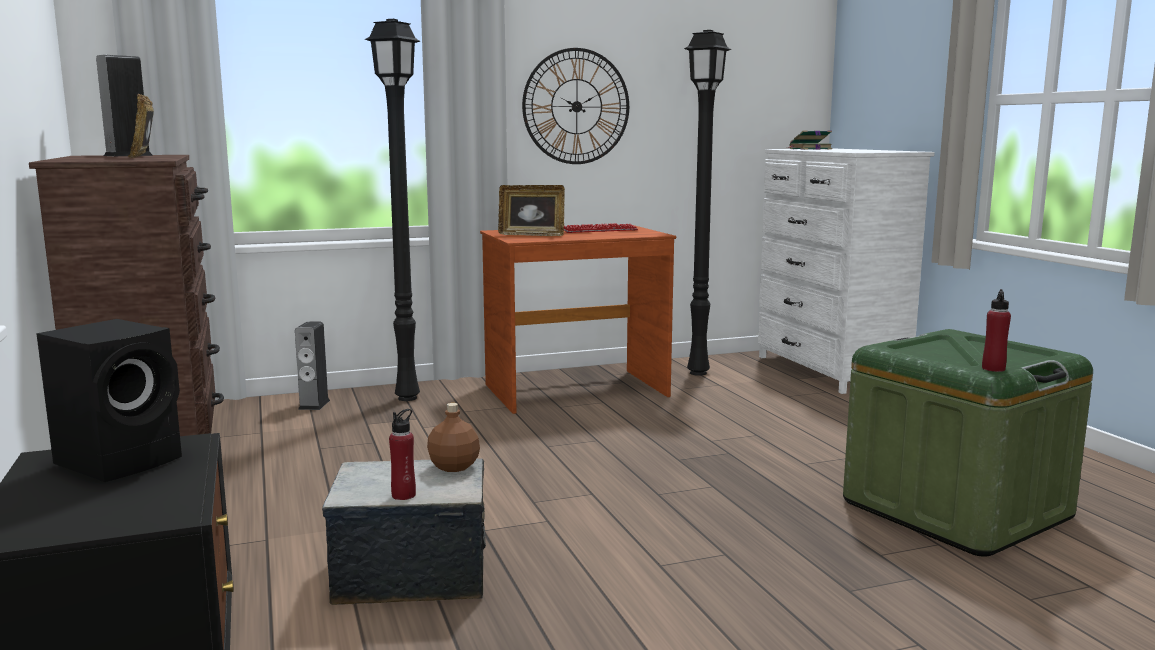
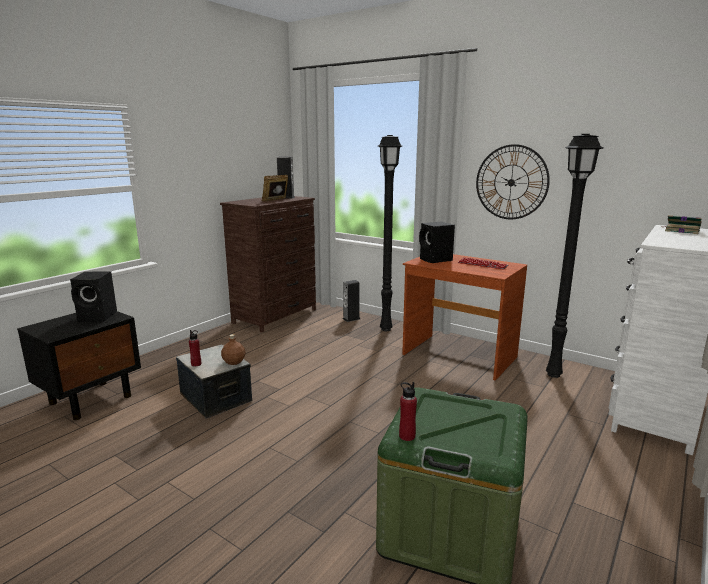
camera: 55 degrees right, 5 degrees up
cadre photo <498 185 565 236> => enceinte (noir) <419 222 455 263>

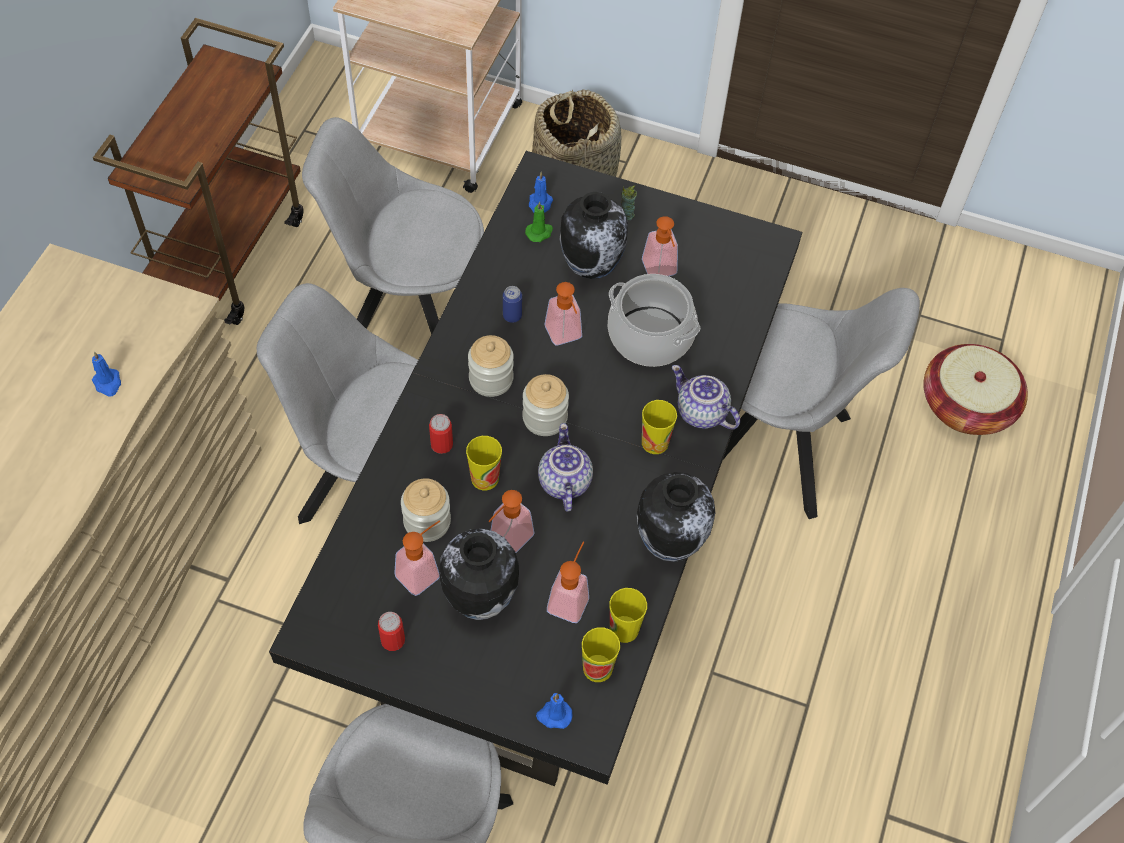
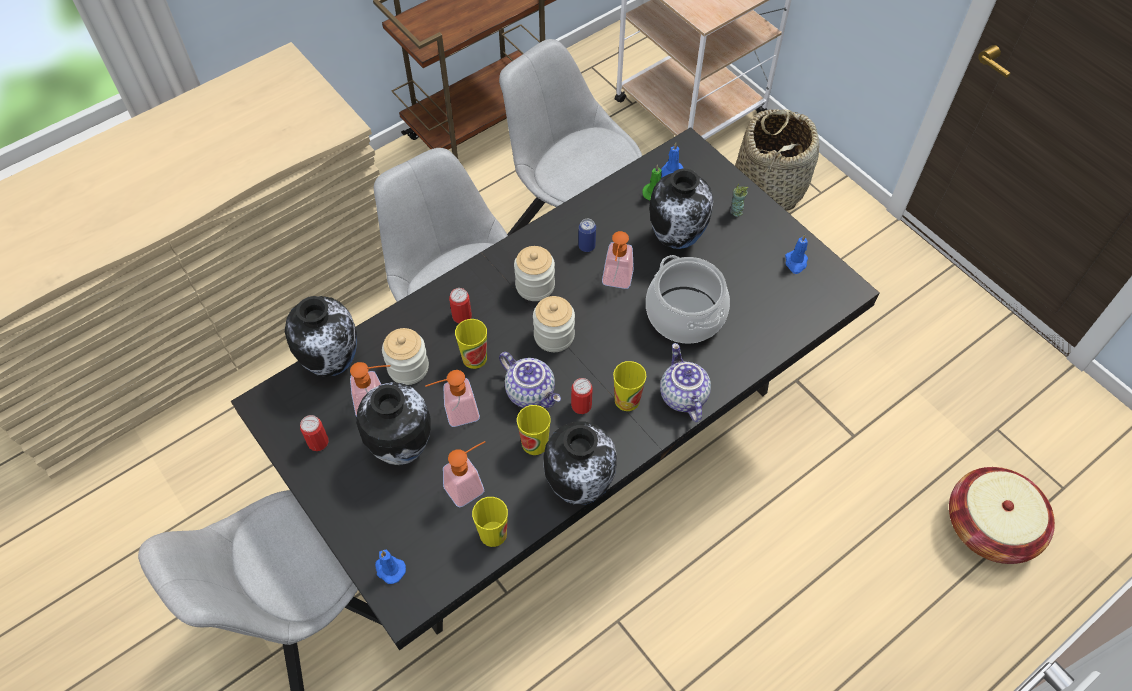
camera: 35 degrees right, 0 degrees up
bougie (bleu) <92 352 121 397> => bougie (bleu) <785 234 808 274>, moved
théière <538 423 593 512> => théière <499 352 561 408>, 105 degrees clockwise
tasse <582 627 620 682> => tasse <517 405 551 455>, moved
distributeur de savon <642 216 678 276> => nothing
chaise (gris) <723 288 920 519> => nothing
nothing => vase <285 296 357 377>
nothing => boîte métallique <571 378 593 414>

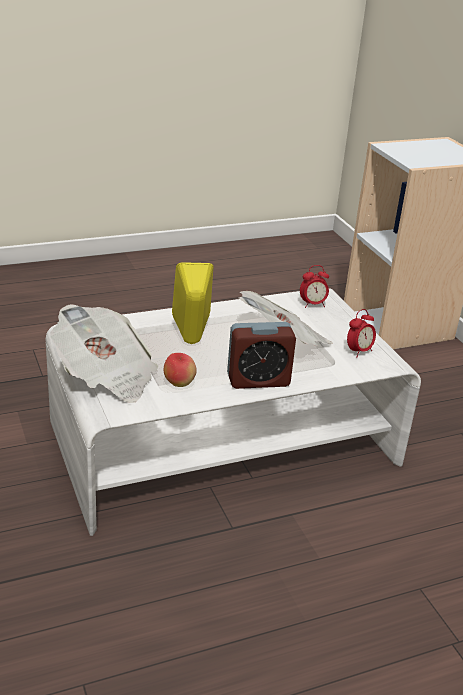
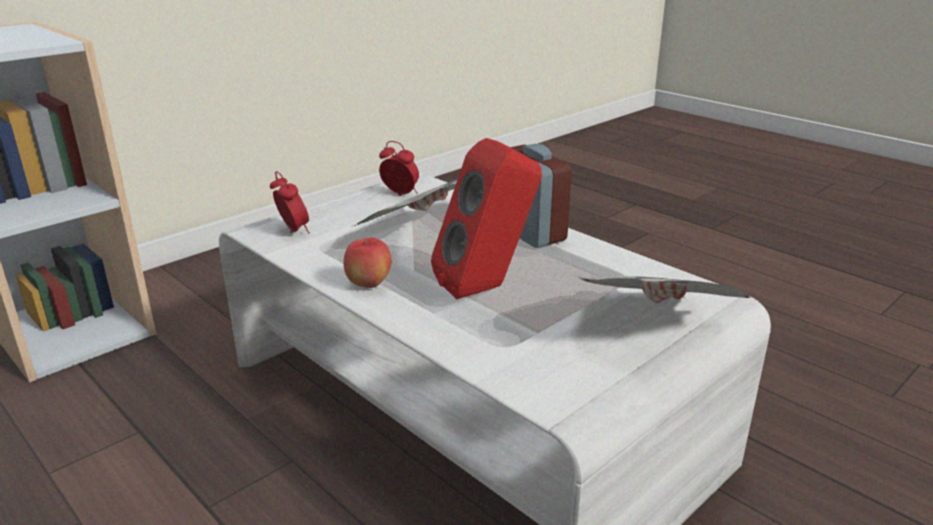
camera: 110 degrees left, 5 degrees down
pomme <164 353 197 387> => pomme <343 237 391 288>, moved
enceinte (jaune) <172 262 213 344> => enceinte (rouge) <431 138 542 300>

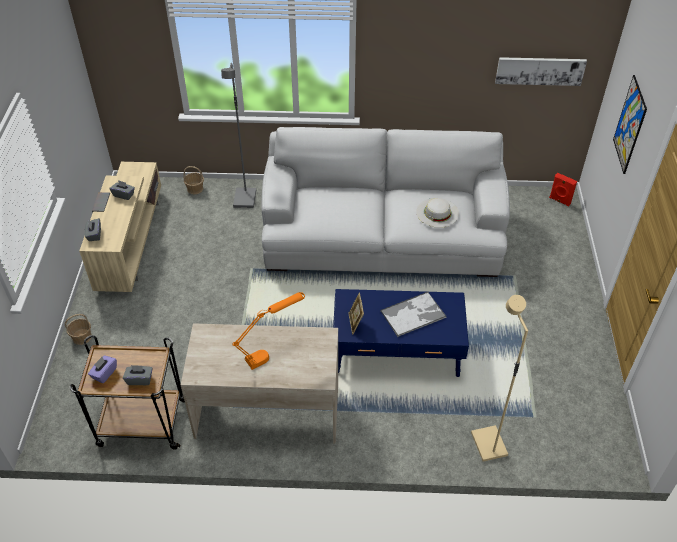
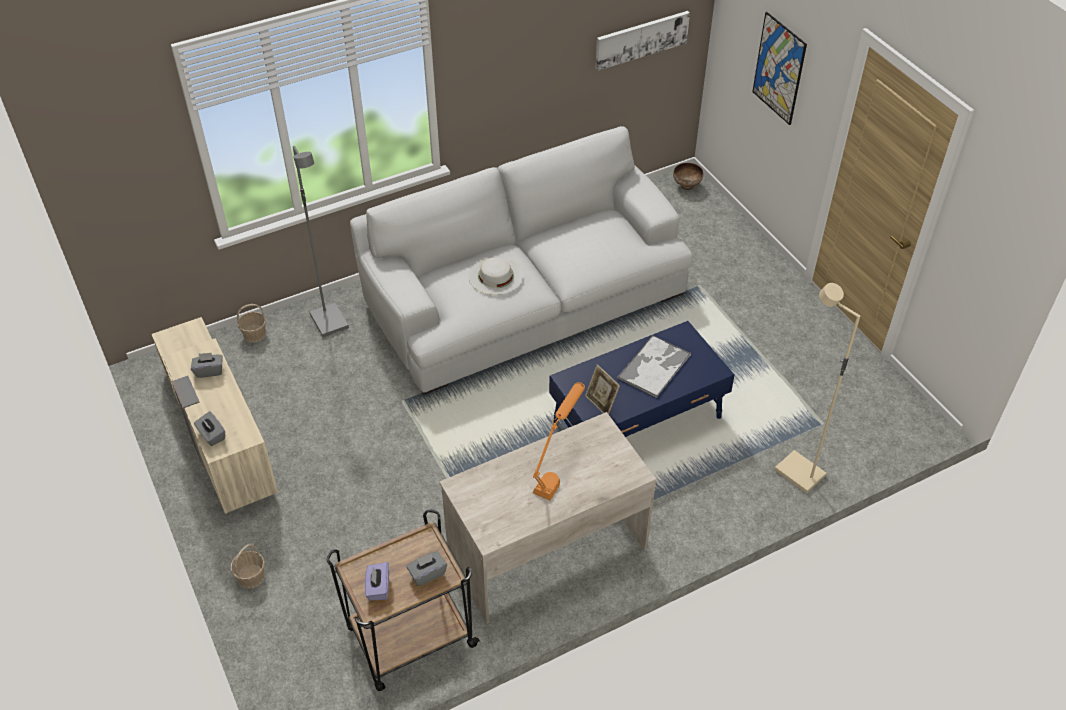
camera: 30 degrees left, 0 degrees up
chapeau (blanc) <416 198 459 228> => chapeau (blanc) <468 257 523 295>, moved
enceinte (rouge) <549 173 577 206> => bol <673 163 703 190>

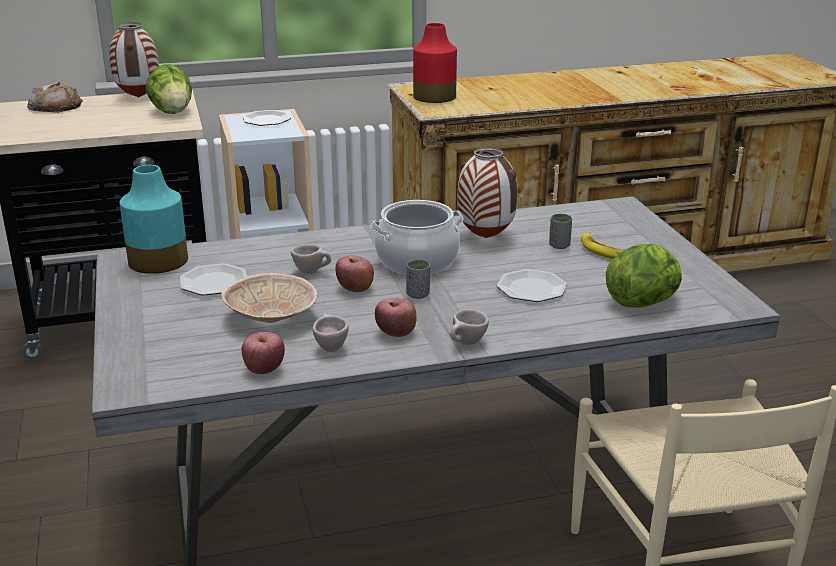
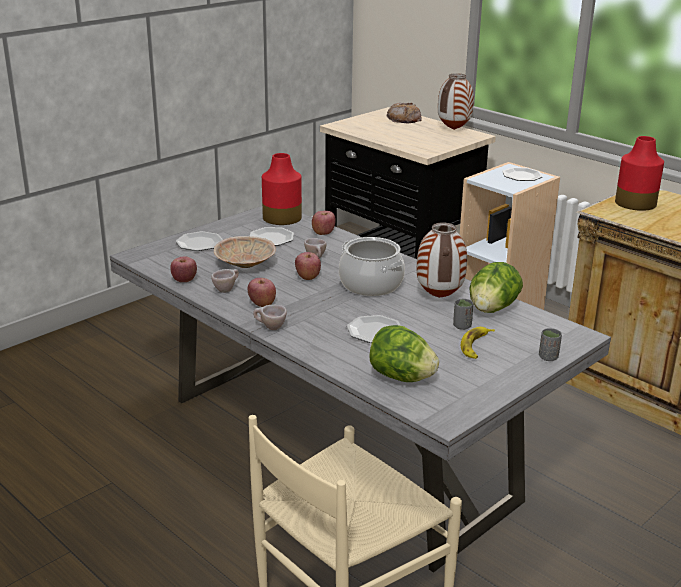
camera: 60 degrees right, 0 degrees up
vase (turquoise) <120 165 188 274> => vase (rouge) <262 153 302 225>
laitue <145 64 192 114> => laitue <469 262 523 313>, moved
tasse (gris) <406 259 430 299> => tasse (gris) <539 328 562 361>, moved
nothing => assiette <176 231 223 251>
nothing => pomme <312 211 336 235>

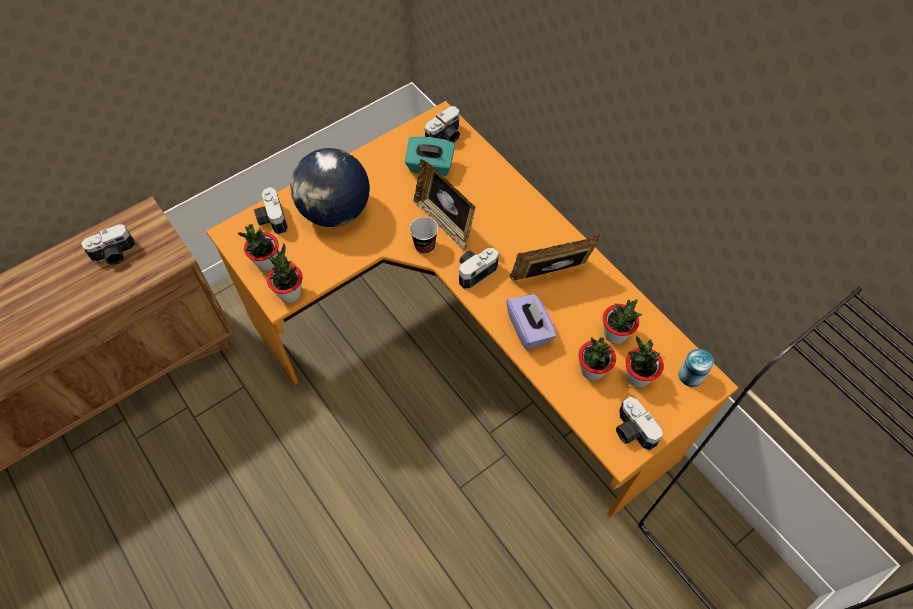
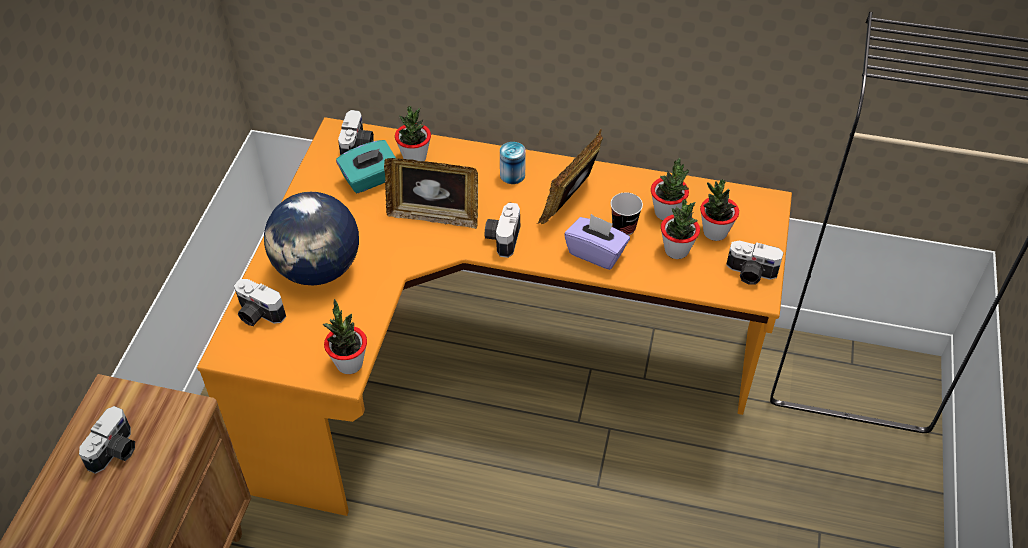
camera: 40 degrees left, 10 degrees down
plante en pot <238 224 279 271> => plante en pot <395 106 431 161>, moved
tasse <410 217 438 254> => tasse <611 192 643 236>, moved
boîte métallique <678 349 714 387> => boîte métallique <500 142 526 184>, moved

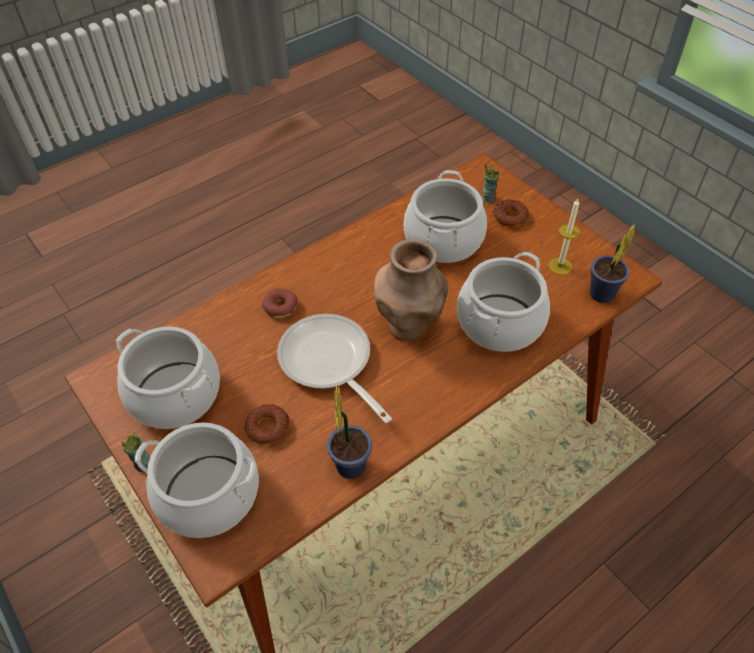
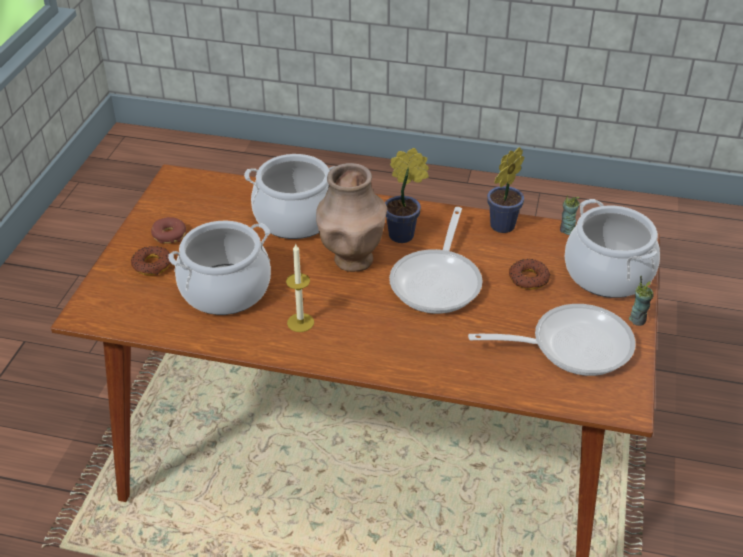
camera: 130 degrees left, 10 degrees down
marmite <116 326 220 429> => poêle <468 304 636 376>
beignet <262 288 298 318> => beignet <151 217 186 244>, moved
tasse <482 164 500 203> => tasse <560 195 580 235>, moved
bougie <548 199 580 275> => bougie <286 243 314 332>, moved
plante en pot <590 224 635 303> => plante en pot <385 148 429 243>, moved

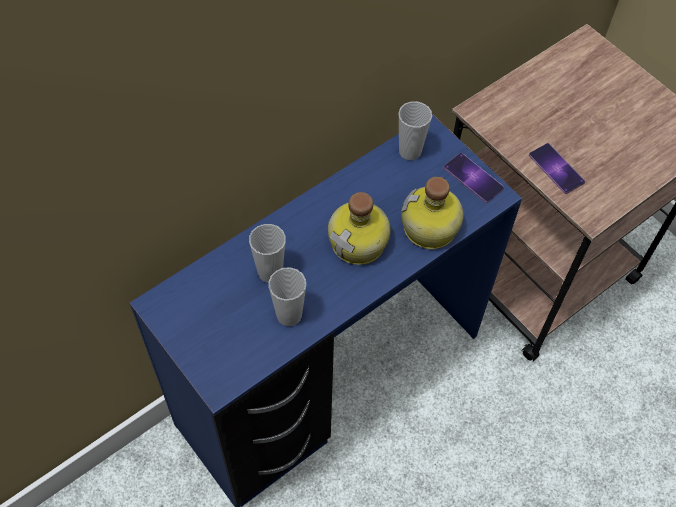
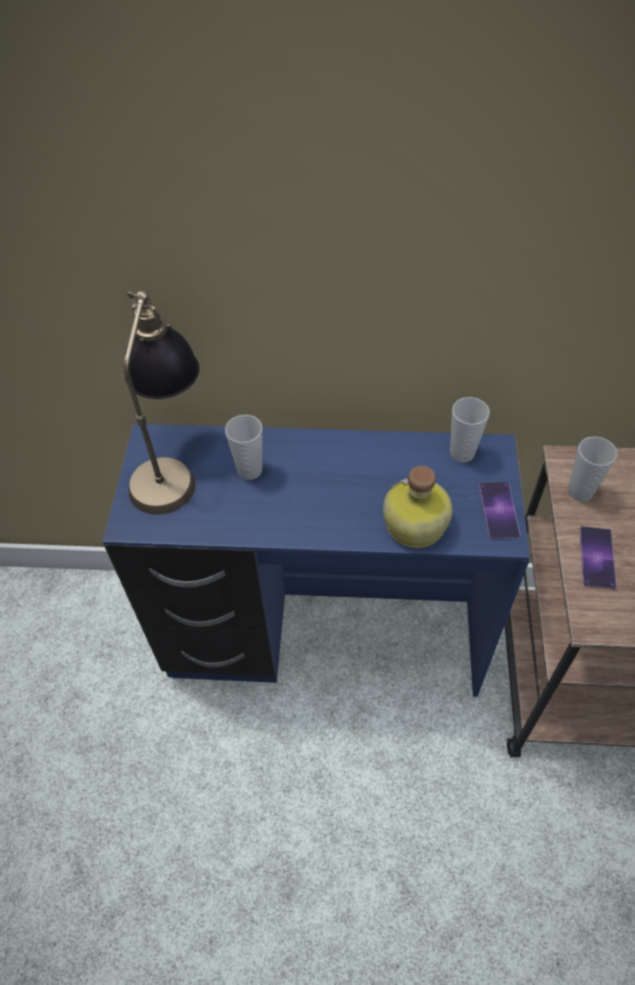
camera: 45 degrees right, 5 degrees down
tasse <269 267 306 326> => tasse <568 436 617 502>, moved
bouteille <328 192 391 265> => nothing
nothing => lampe de table <124 290 199 515>

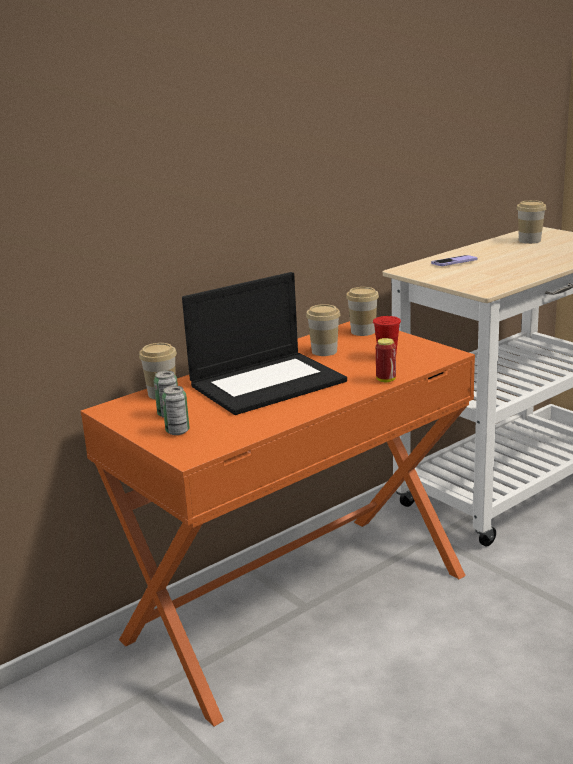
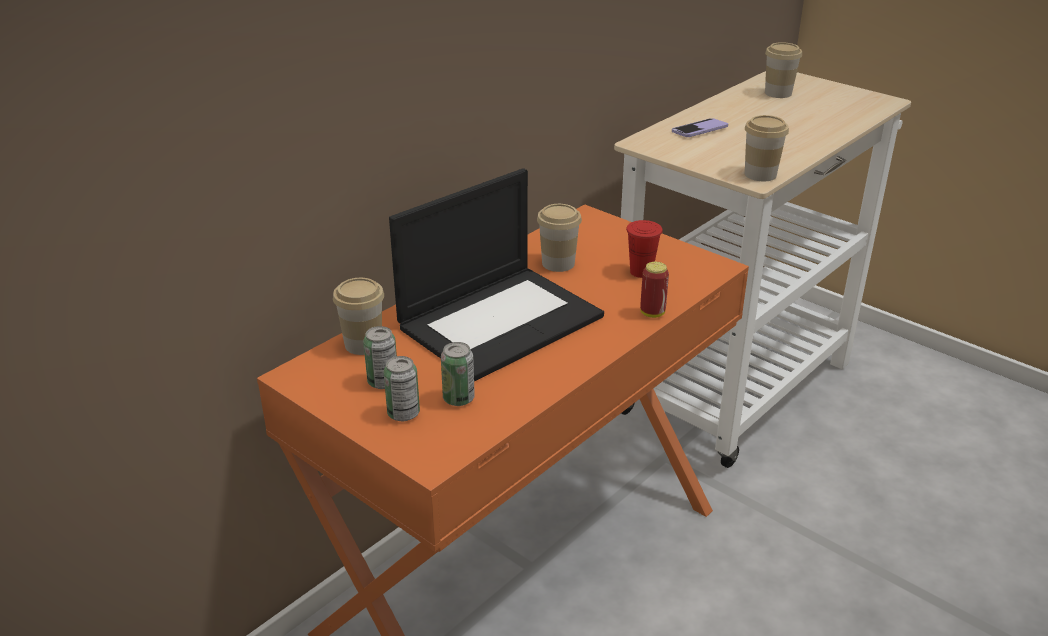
camera: 10 degrees left, 10 degrees up
tasse <346 287 379 336> => tasse <745 115 789 181>, moved
nothing => boîte métallique <441 342 475 406>

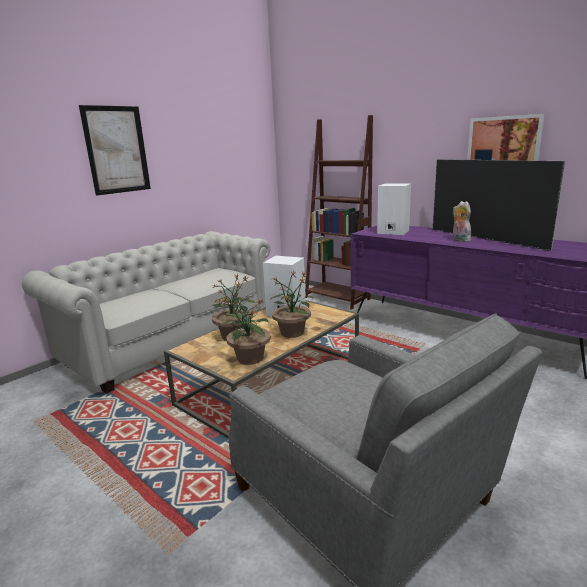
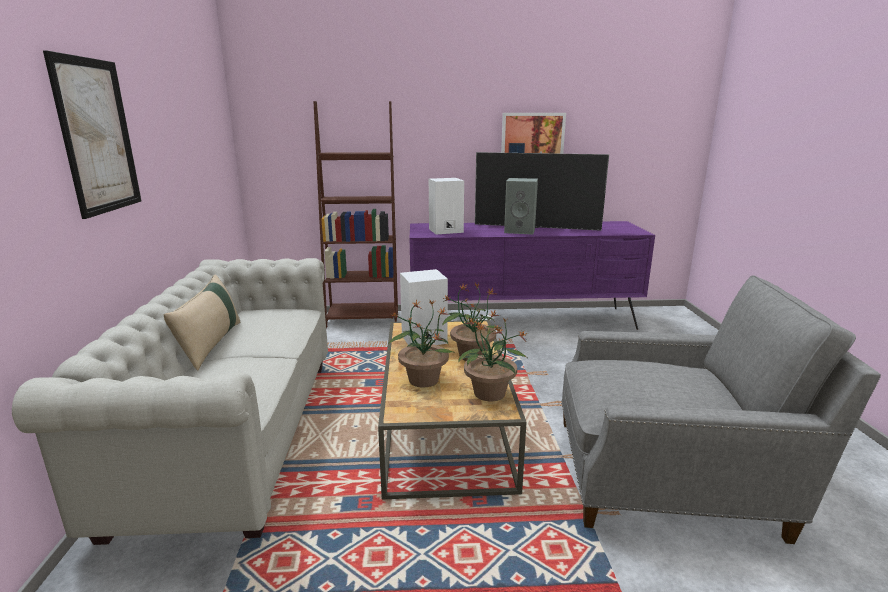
camera: 45 degrees left, 0 degrees up
peluche <453 201 472 242> => enceinte (gris) <504 178 538 235>
nothing => coussin (beige) <164 275 240 371>

